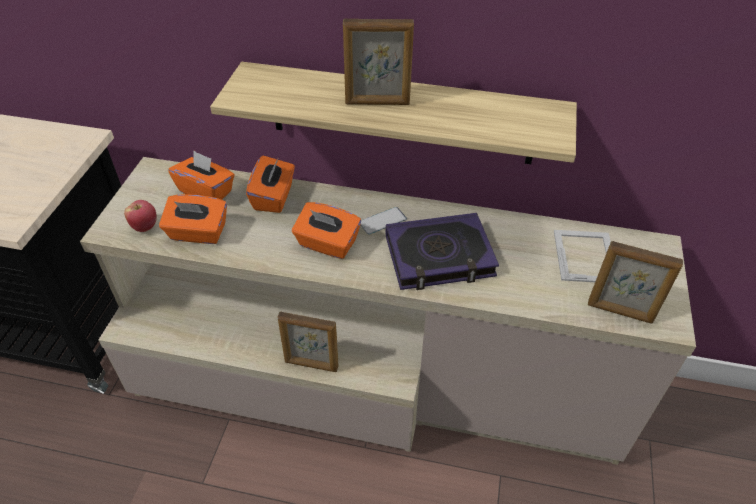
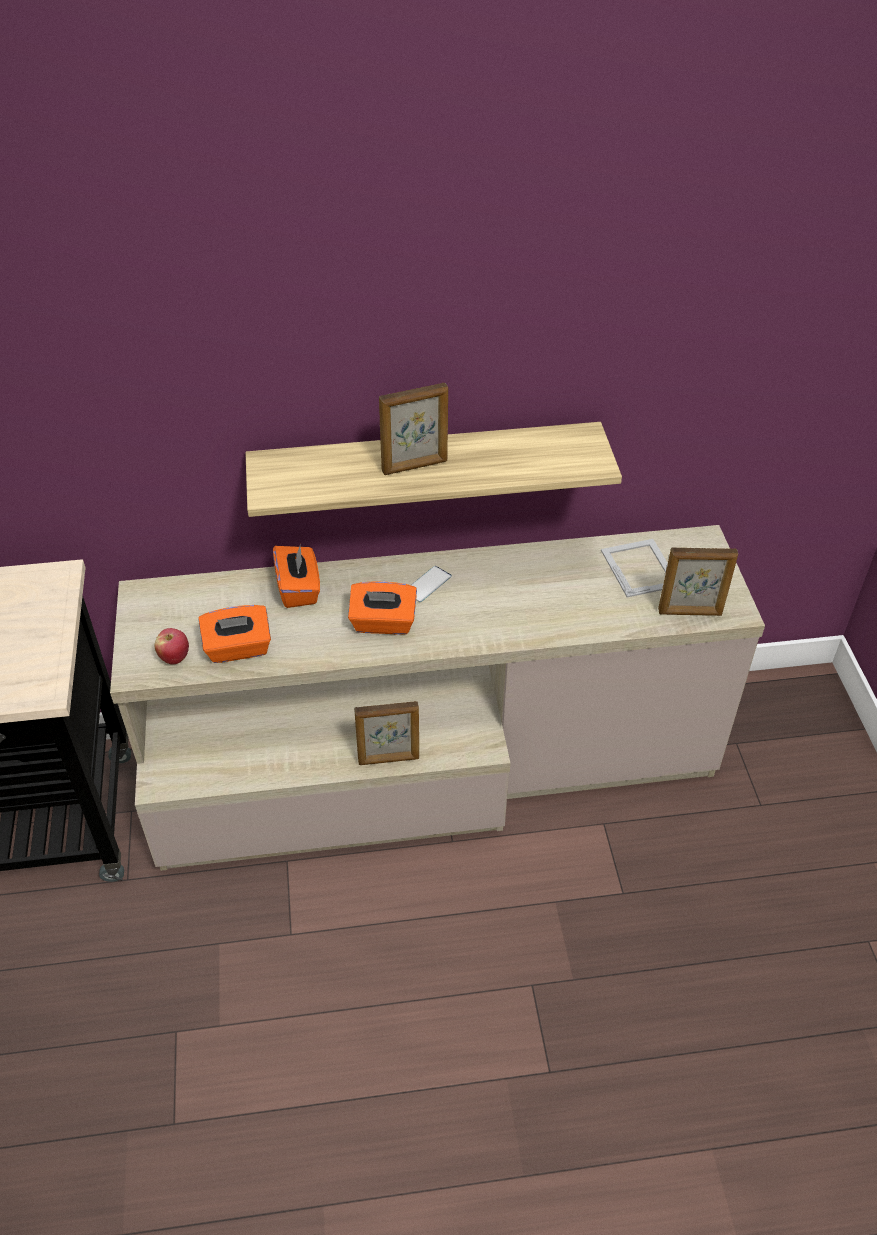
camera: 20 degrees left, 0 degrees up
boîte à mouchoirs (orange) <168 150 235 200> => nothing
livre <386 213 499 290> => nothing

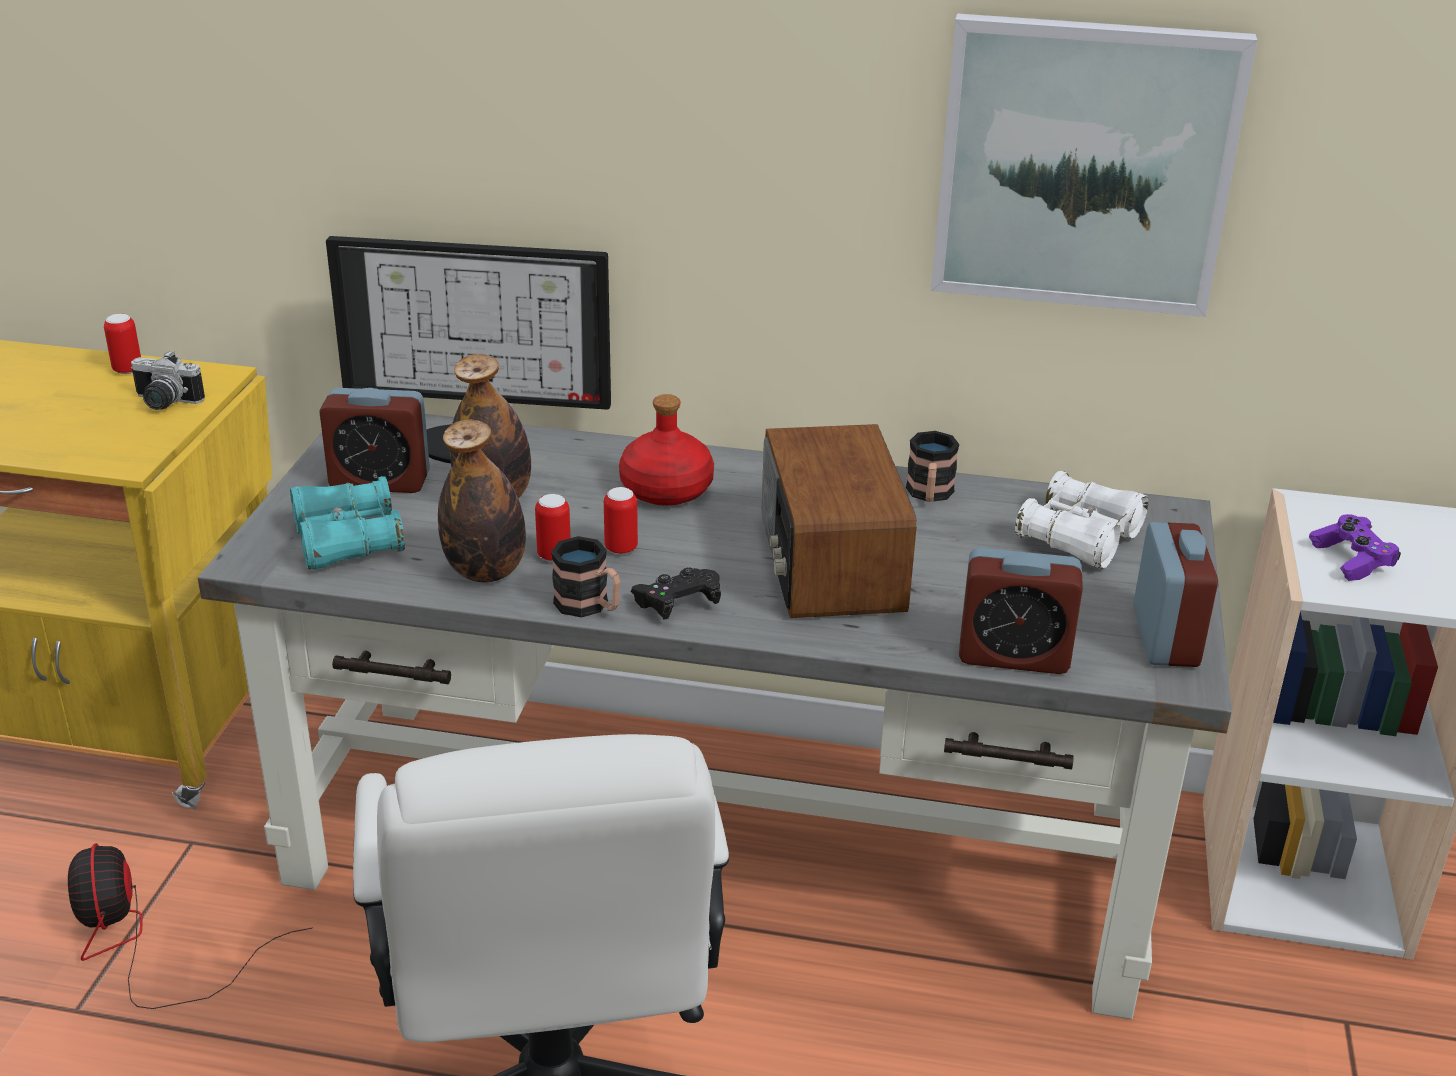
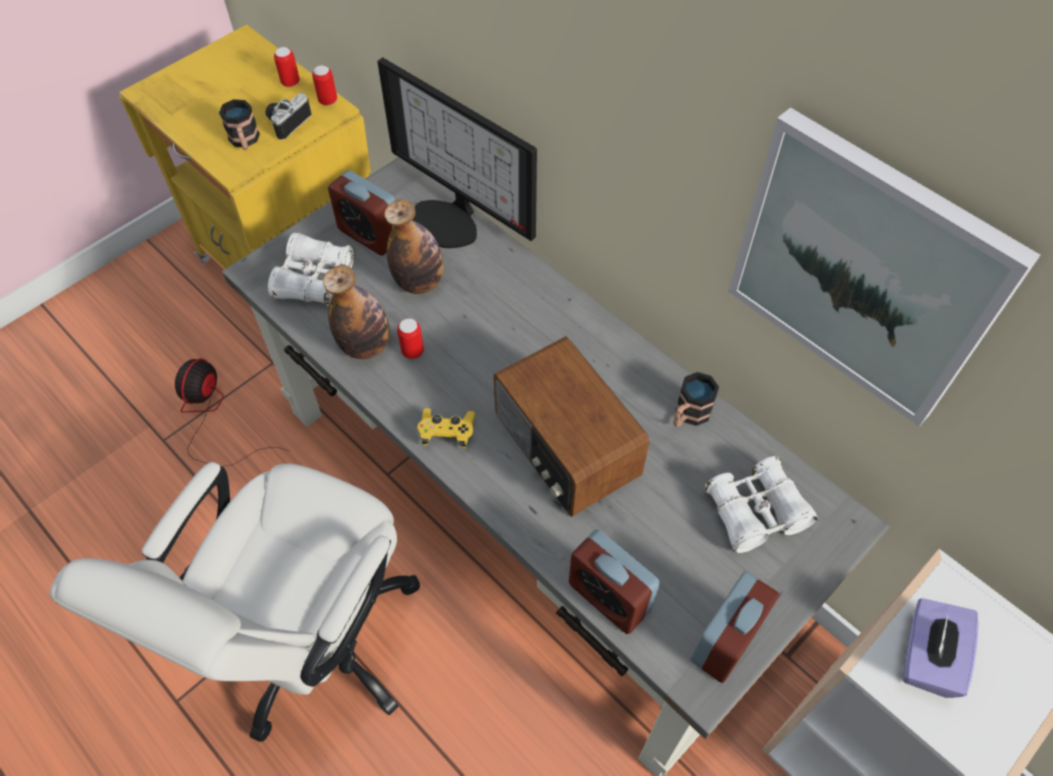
camera: 35 degrees right, 25 degrees up
appareil photo <131 351 205 410> => appareil photo <266 93 311 140>, 75 degrees clockwise
jumelles (turquoise) <290 476 405 570> => jumelles (blanc) <268 233 355 307>
mug <551 536 620 617> => mug <219 99 260 150>, moved
boîte métallique <604 487 638 554> => boîte métallique <312 65 337 105>, moved
bouteille (rouge) <619 394 714 506> => nothing
manette (noir) <630 567 721 619> => manette (jaune) <417 408 476 448>
radio <762 424 916 618> => radio <493 336 650 517>, 60 degrees counterclockwise
manette (violet) <1309 514 1401 581> => boîte à mouchoirs (violet) <902 598 979 698>

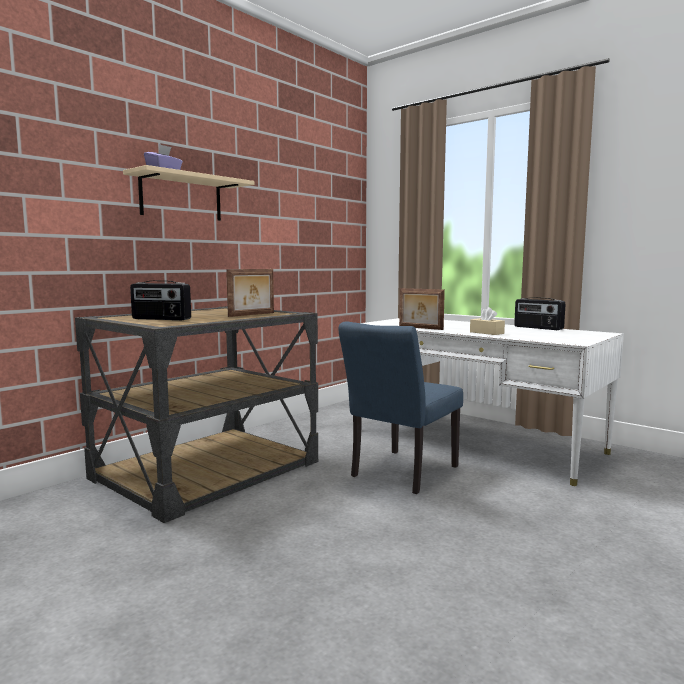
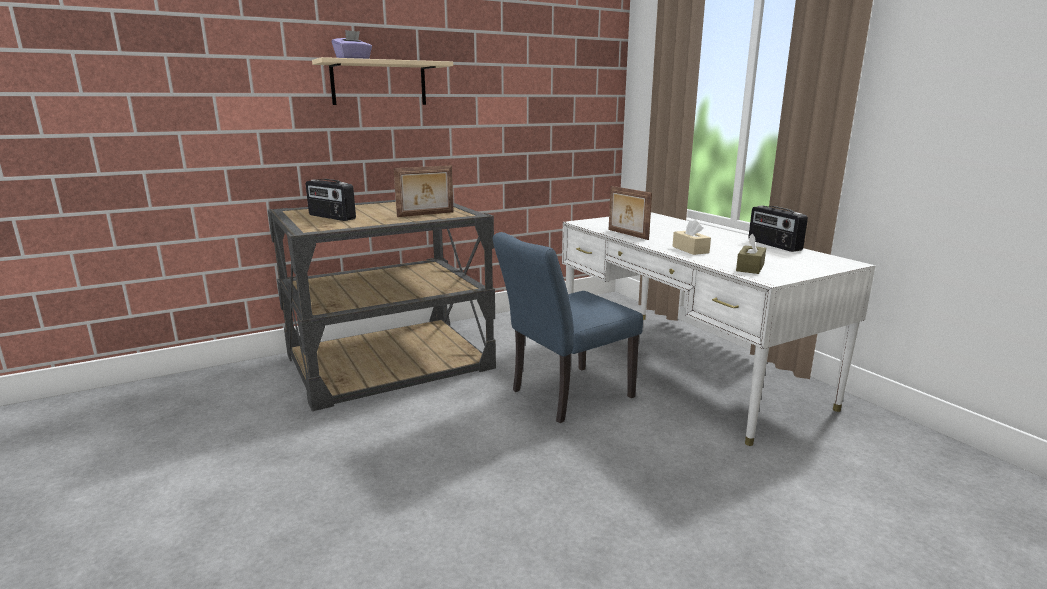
camera: 20 degrees right, 10 degrees up
nothing => boîte à mouchoirs (marron) <736 234 766 274>

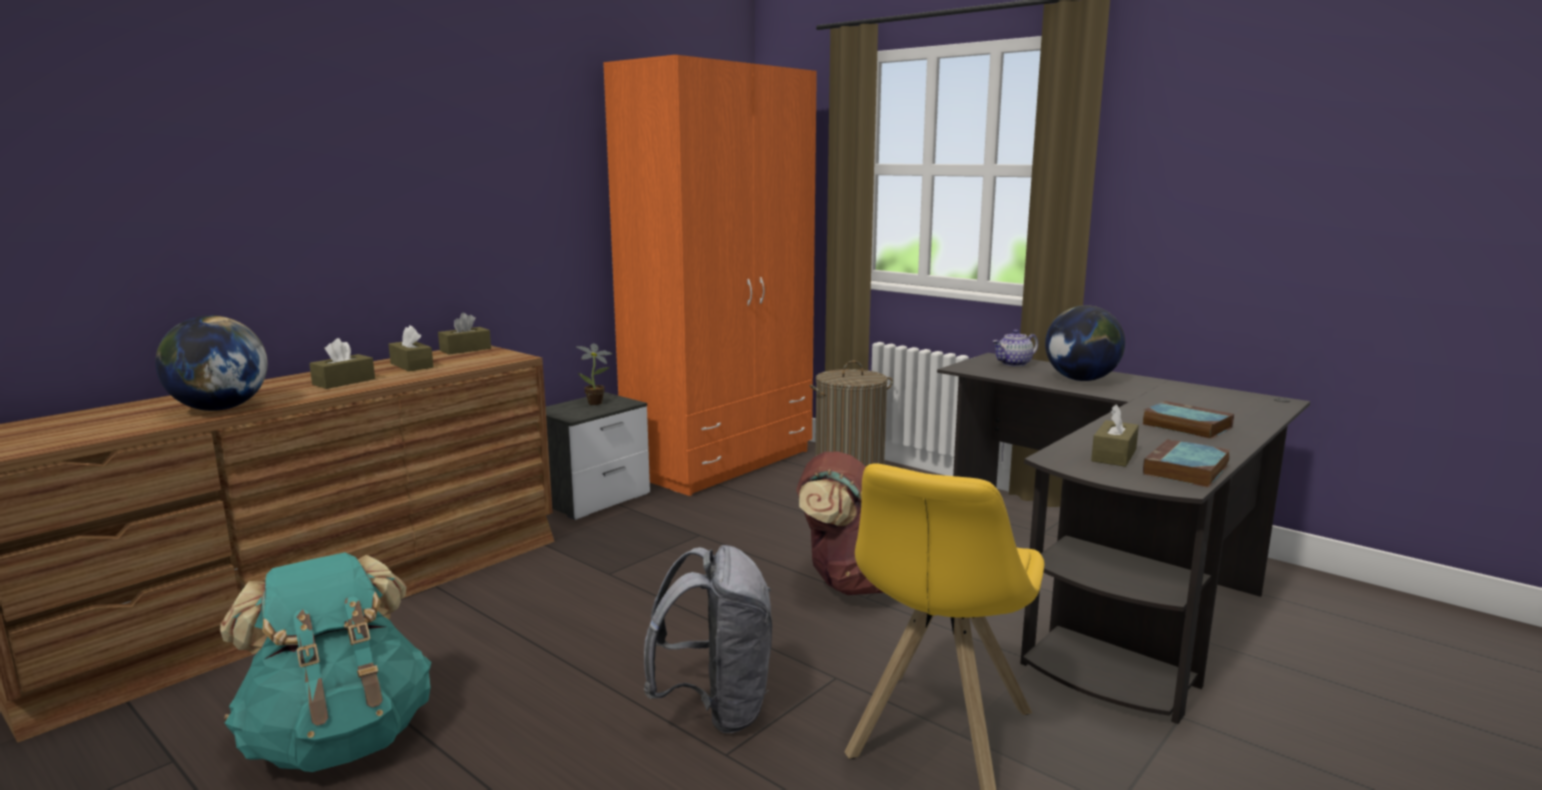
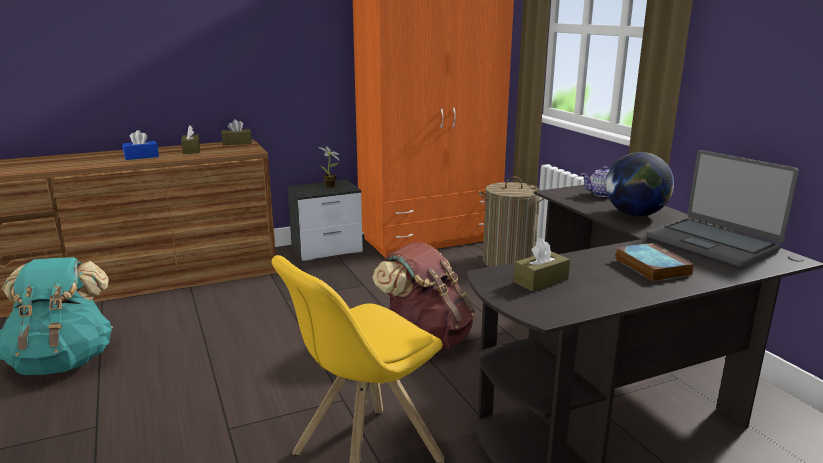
camera: 25 degrees right, 5 degrees up
globe <155 315 268 411> => nothing
boîte à mouchoirs (marron) <309 338 375 389> => boîte à mouchoirs (bleu) <122 130 159 160>
sac à dos (gris) <644 545 772 733> => nothing
livre <1143 439 1230 488> => nothing
nothing => ordinateur portable <646 150 799 267>

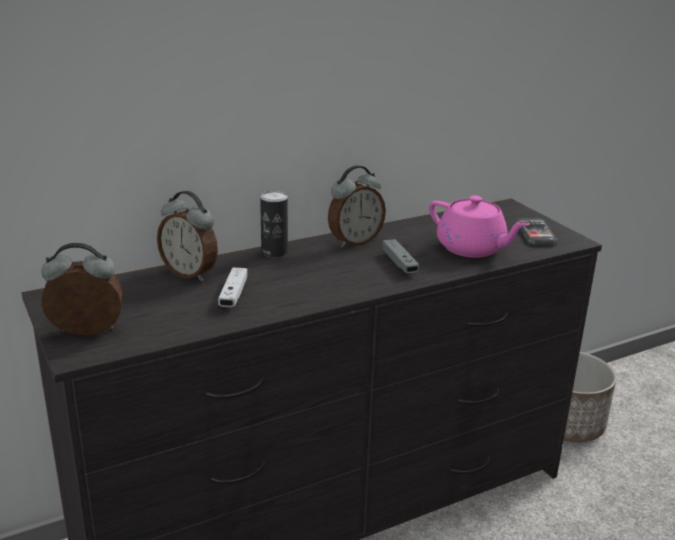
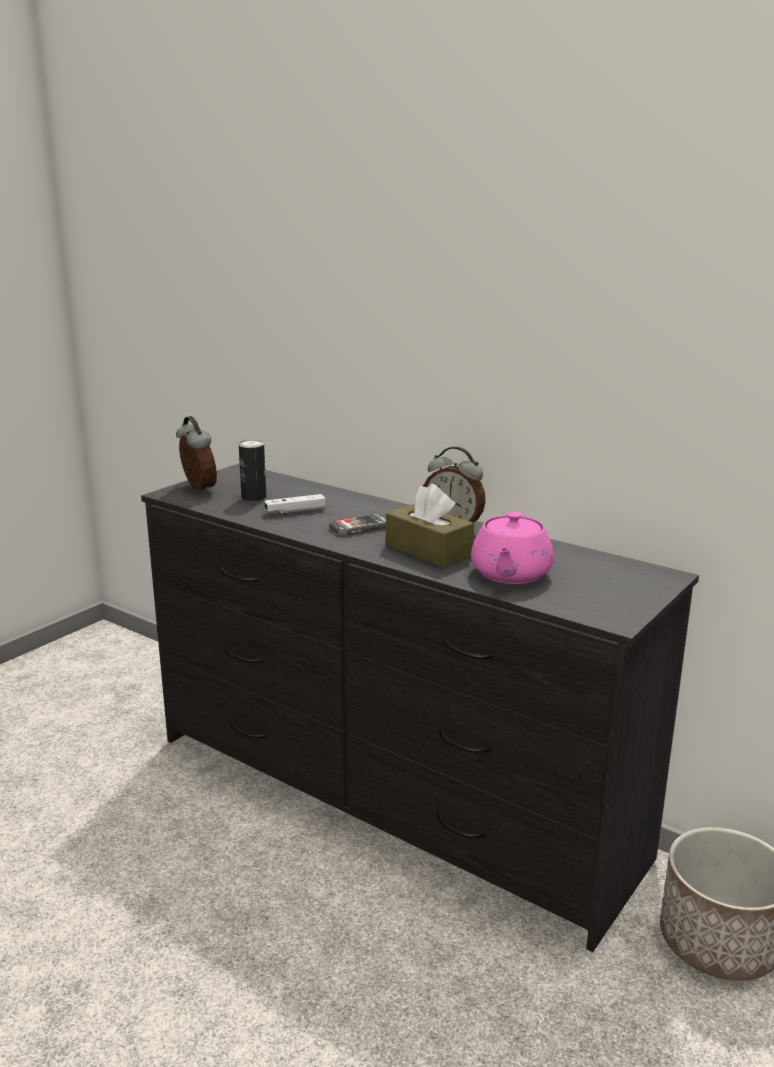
camera: 65 degrees right, 5 degrees down
réveil <157 191 218 281> => nothing
boîte métallique <260 191 288 257> => boîte métallique <239 439 266 502>, moved
manette (gris) <382 239 419 273> => boîte à mouchoirs (marron) <386 484 474 568>
téléphone <517 218 558 245> => téléphone <329 513 386 535>, moved

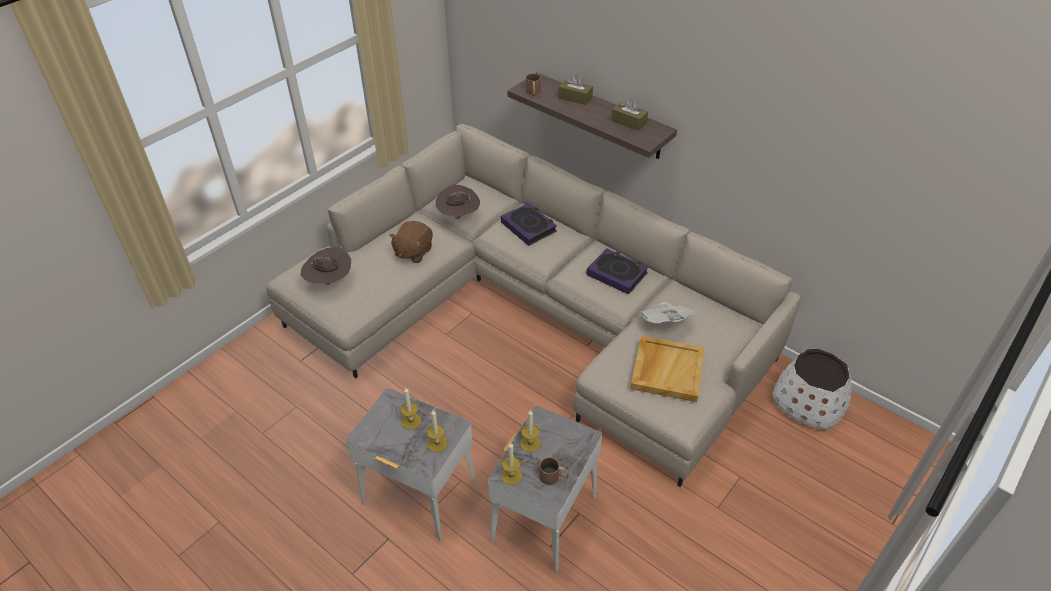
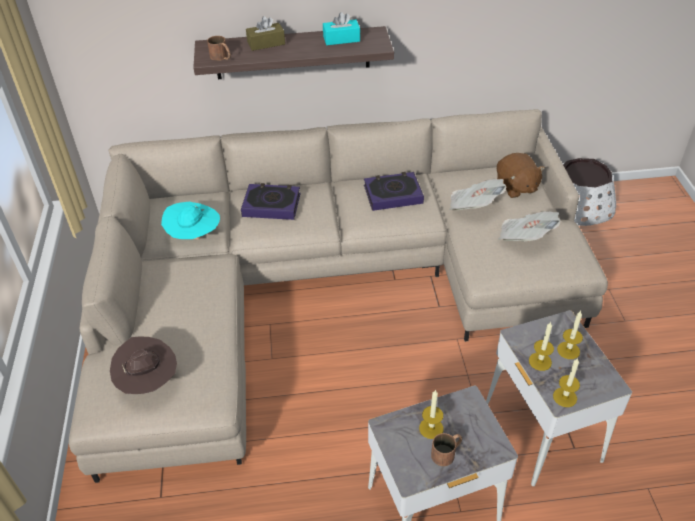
camera: 45 degrees left, 0 degrees up
peluche (marron) <389 221 433 263> => peluche (marron) <497 153 545 198>, moved
bougie <427 410 448 452> => bougie <557 311 583 359>, moved
chapeau (marron) <436 185 480 220> => chapeau (turquoise) <161 202 220 240>
mug (marron) <539 457 569 485> => mug (marron) <431 433 462 466>, moved
boîte à mouchoirs (marron) <611 99 648 131> => boîte à mouchoirs (turquoise) <323 12 360 45>
plateau (beige) <630 336 704 402> => journal <498 211 561 242>

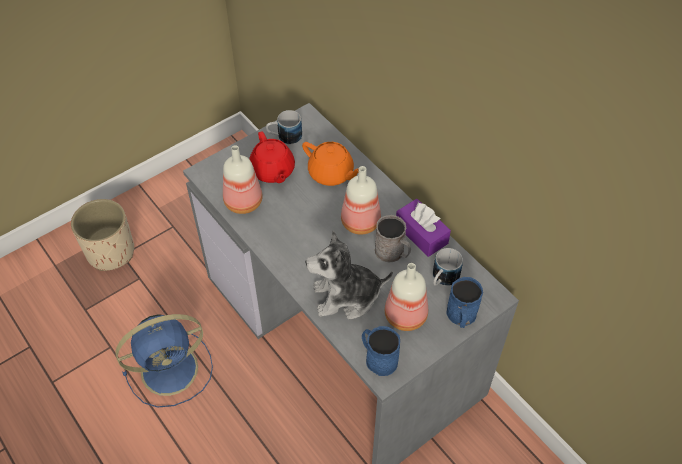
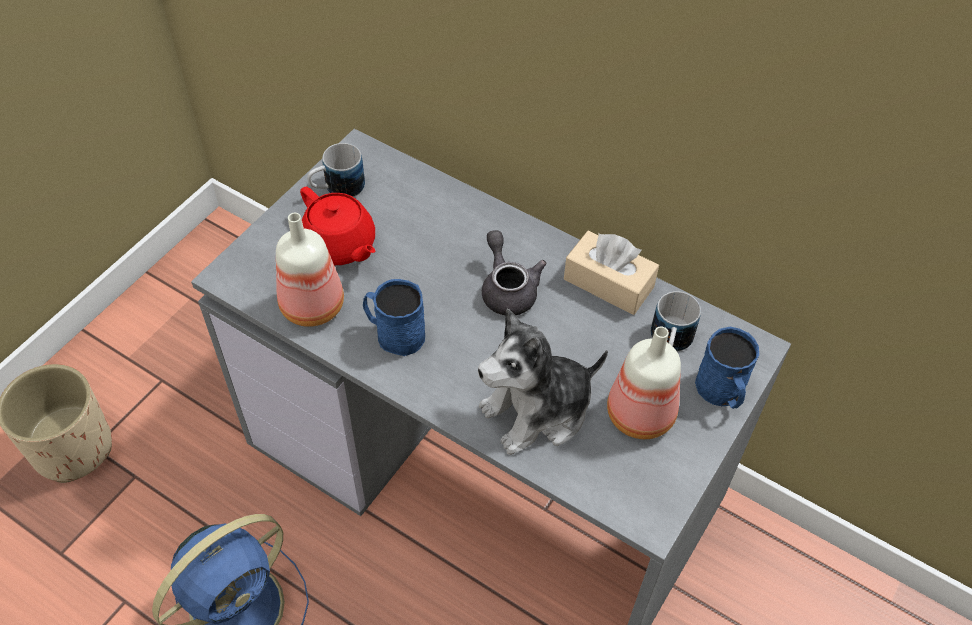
camera: 20 degrees left, 0 degrees up
théière (orange) <302 142 359 186> => nothing
bouteille <341 166 381 235> => théière (gris) <482 230 547 315>
mug (bleu) <362 326 400 376> => mug (bleu) <363 279 425 356>, moved
mug (gris) <375 215 411 262> => nothing
boîte à mouchoirs (violet) <396 199 451 257> => boîte à mouchoirs (beige) <564 231 659 315>

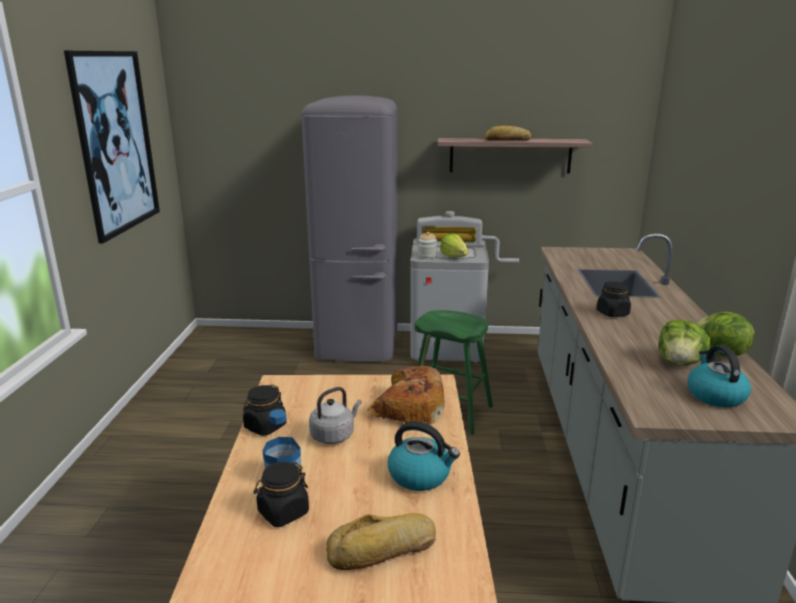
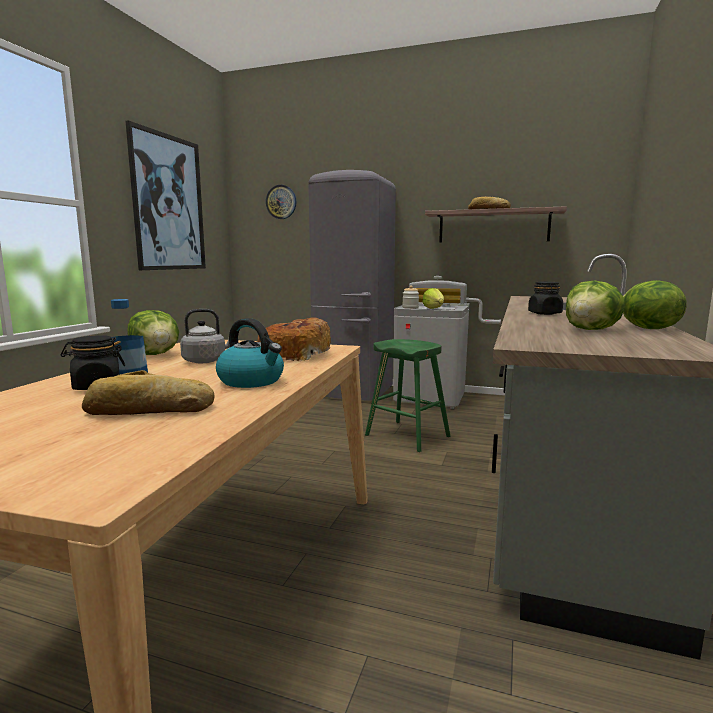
camera: 15 degrees right, 10 degrees down
bocal (noir) <243 385 286 436> => laitue <127 310 179 355>
bouilloire <687 345 751 407> => nothing
nothing => horloge murale <266 185 297 219>

